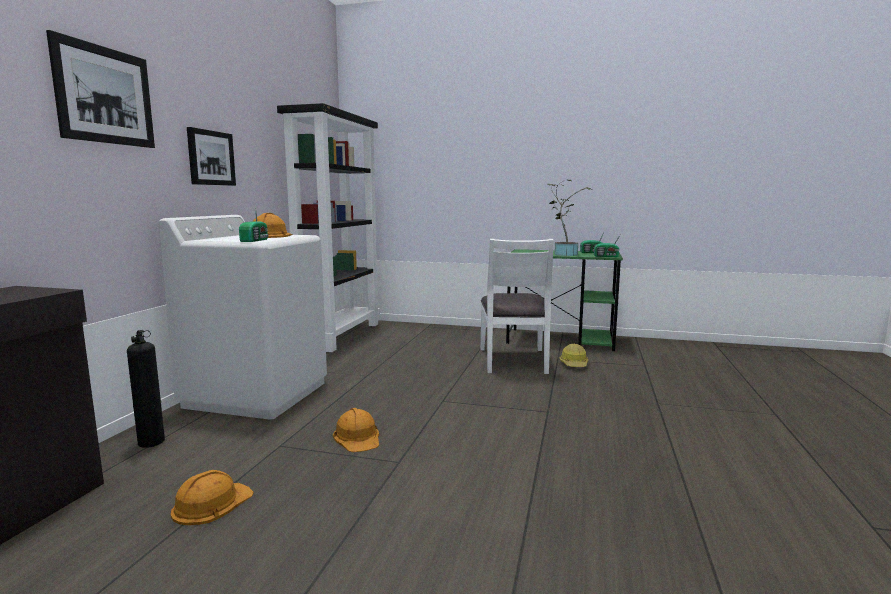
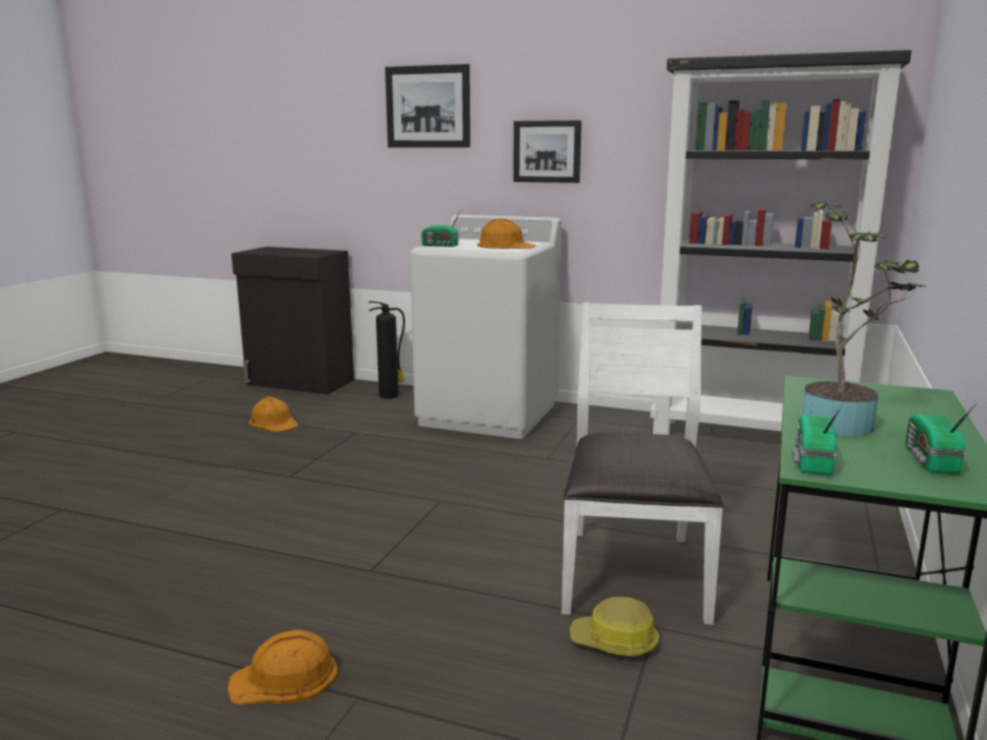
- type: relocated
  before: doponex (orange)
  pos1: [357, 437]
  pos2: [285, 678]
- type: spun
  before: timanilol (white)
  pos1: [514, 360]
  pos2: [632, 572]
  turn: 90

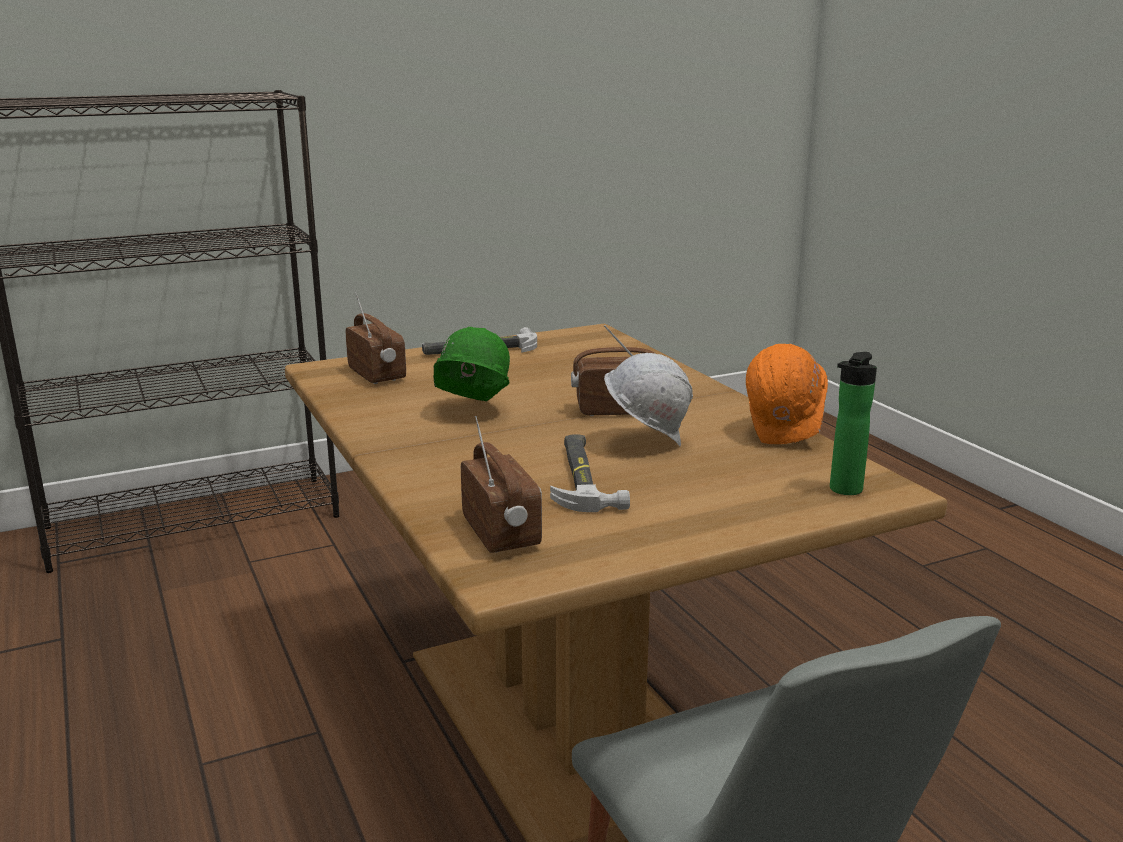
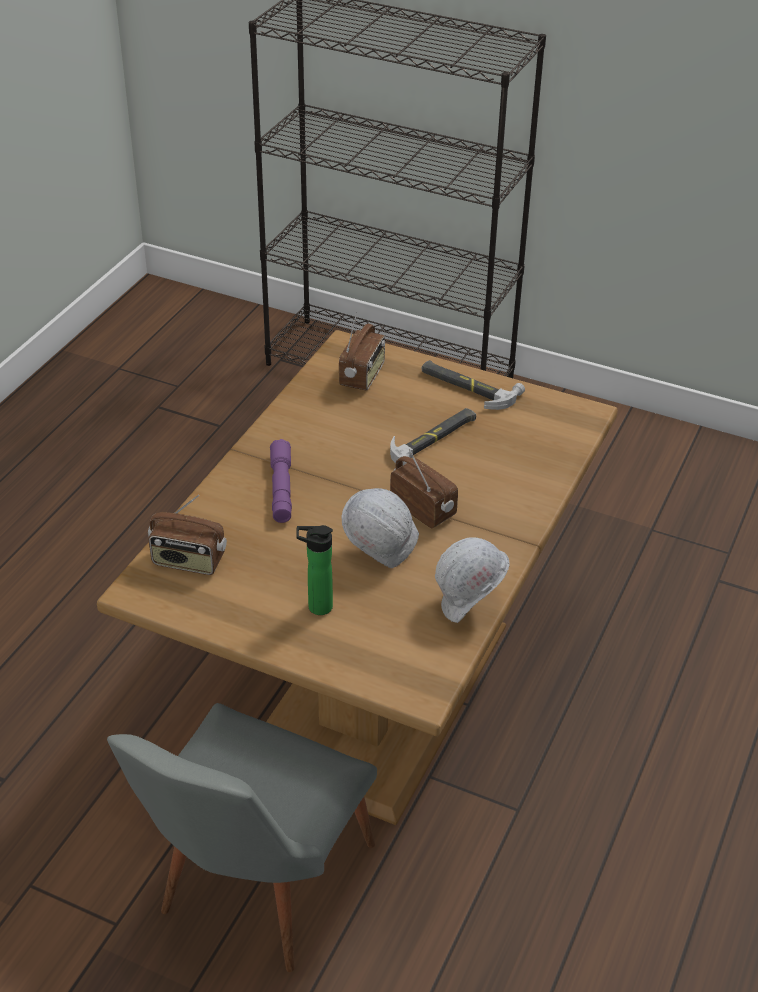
- type: missing
  before: doponex (green)
  pos1: [470, 411]
- type: appeared
  after: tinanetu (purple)
  pos2: [281, 488]
- type: relocated
  before: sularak
  pos1: [584, 478]
  pos2: [435, 441]
- type: relocated
  before: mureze
  pos1: [843, 491]
  pos2: [316, 607]
- type: colour
  before: doponex (orange)
  after: doponex (white)
  pos1: [785, 434]
  pos2: [470, 606]
- type: spun
  before: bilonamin
  pos1: [502, 533]
  pos2: [188, 562]
  turn: 75

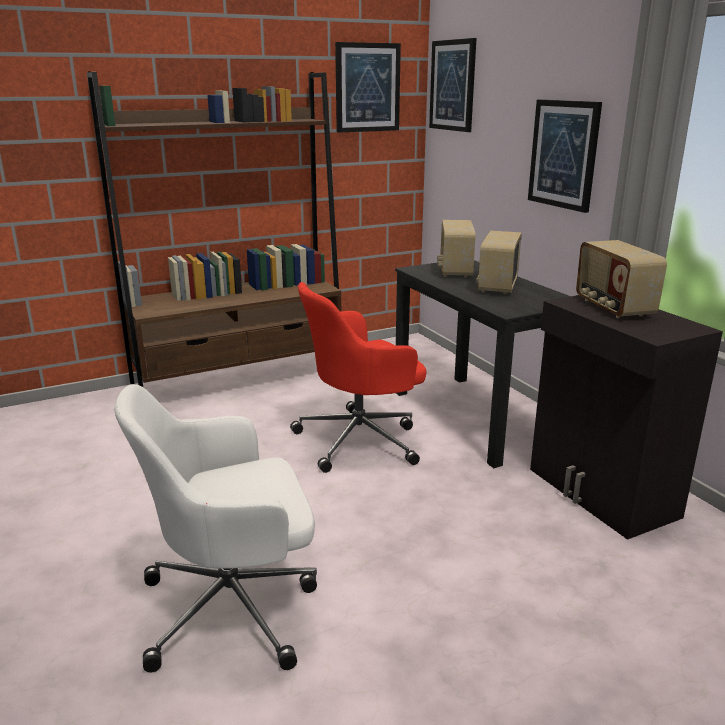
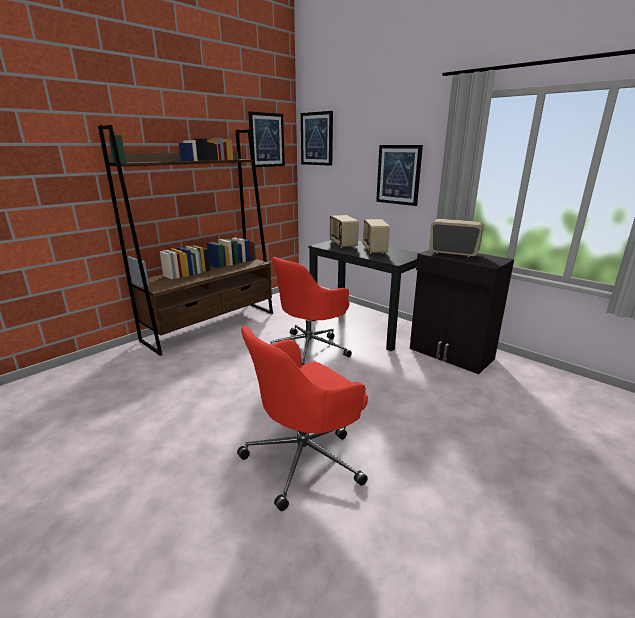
- type: colour
  before: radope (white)
  after: radope (red)
  pos1: [234, 606]
  pos2: [305, 458]
- type: spun
  before: bilonamin
  pos1: [612, 307]
  pos2: [453, 253]
  turn: 150

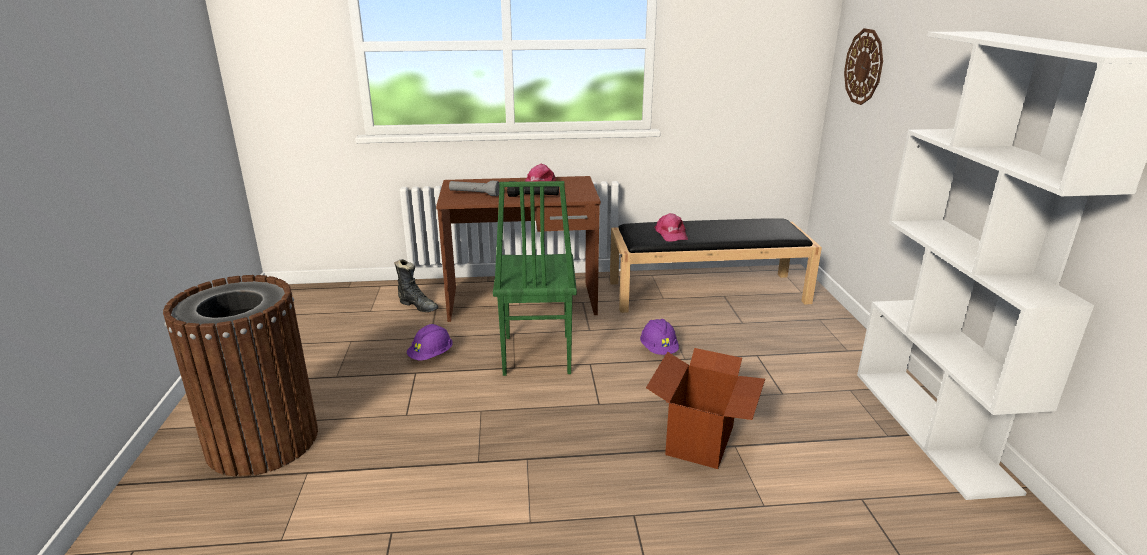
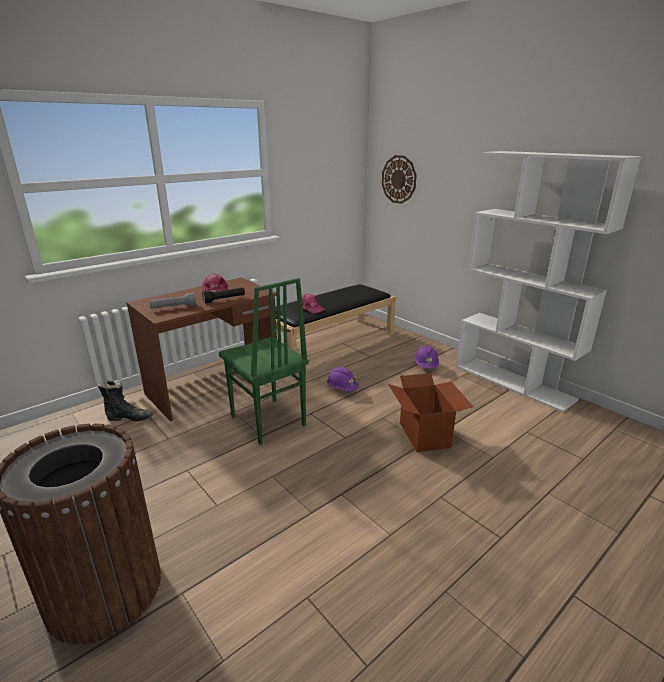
- type: relocated
  before: doponex (purple)
  pos1: [431, 356]
  pos2: [426, 366]

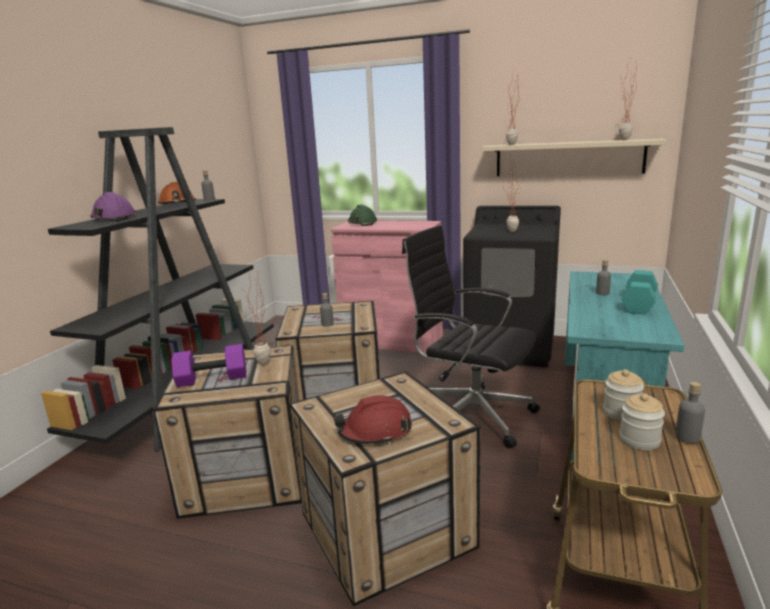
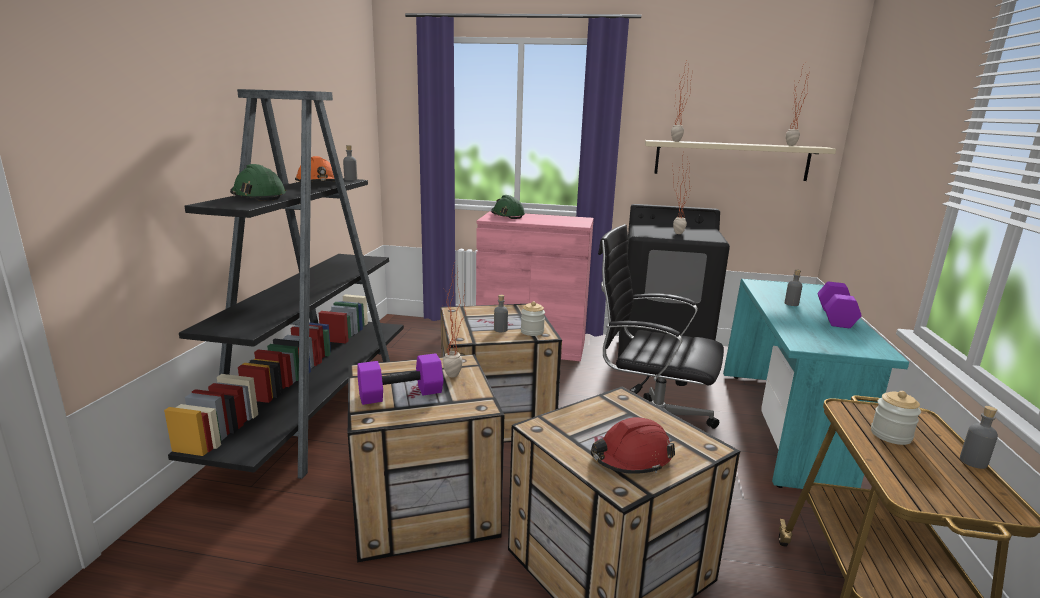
- type: relocated
  before: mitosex
  pos1: [639, 440]
  pos2: [532, 331]
- type: colour
  before: doponex (purple)
  after: doponex (green)
  pos1: [114, 218]
  pos2: [258, 196]
- type: colour
  before: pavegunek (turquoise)
  after: pavegunek (purple)
  pos1: [640, 304]
  pos2: [836, 317]

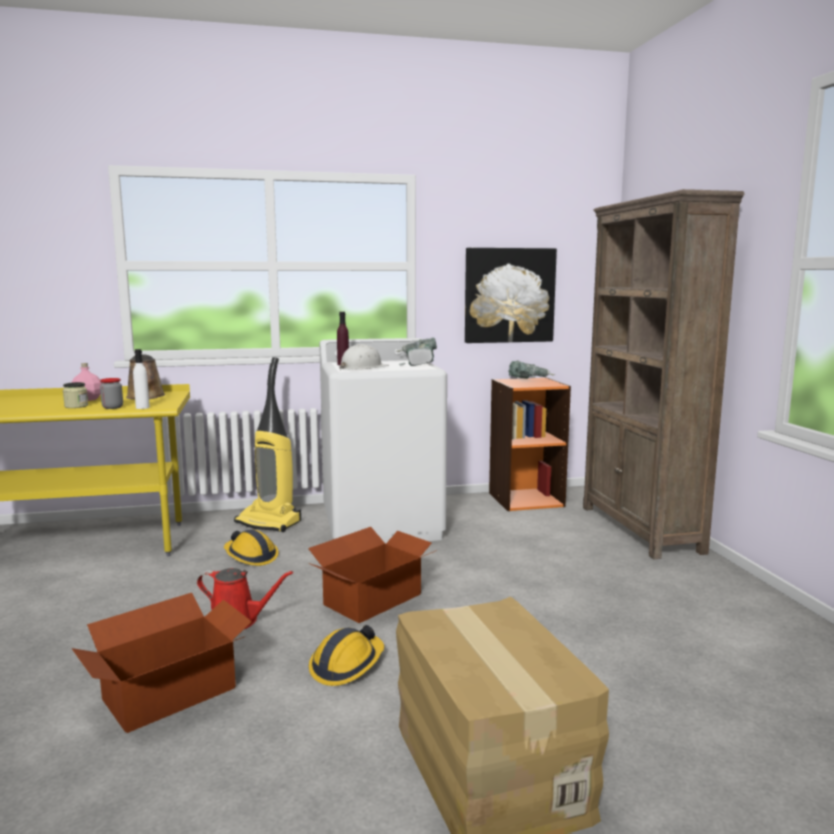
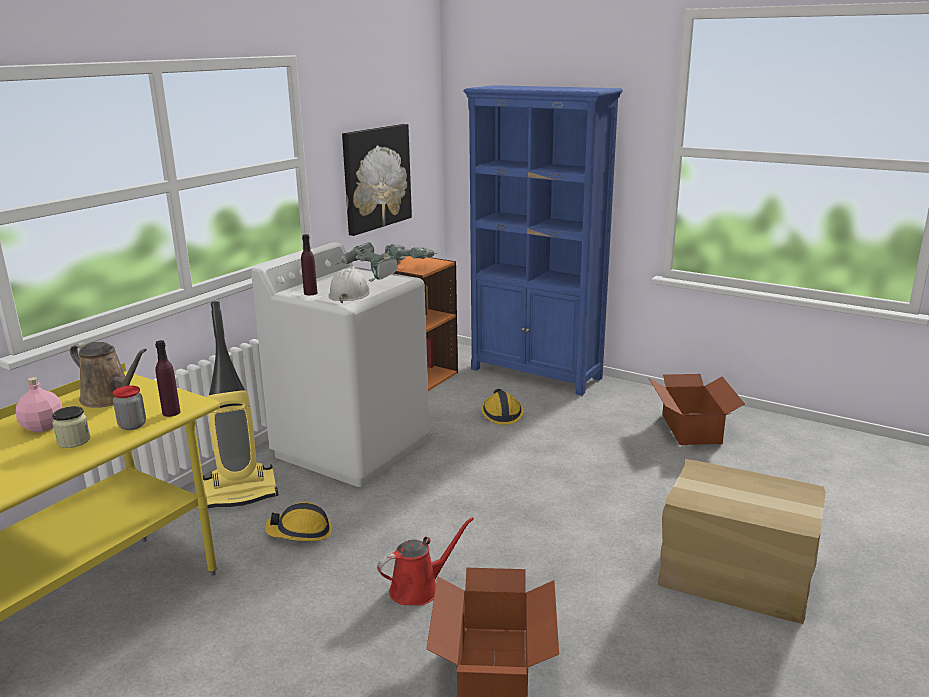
- type: relocated
  before: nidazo
  pos1: [371, 599]
  pos2: [690, 429]
- type: relocated
  before: doponex
  pos1: [347, 665]
  pos2: [501, 414]
- type: colour
  before: mureze (white)
  after: mureze (purple)
  pos1: [142, 407]
  pos2: [171, 412]
- type: colour
  before: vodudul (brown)
  after: vodudul (blue)
  pos1: [640, 529]
  pos2: [536, 373]

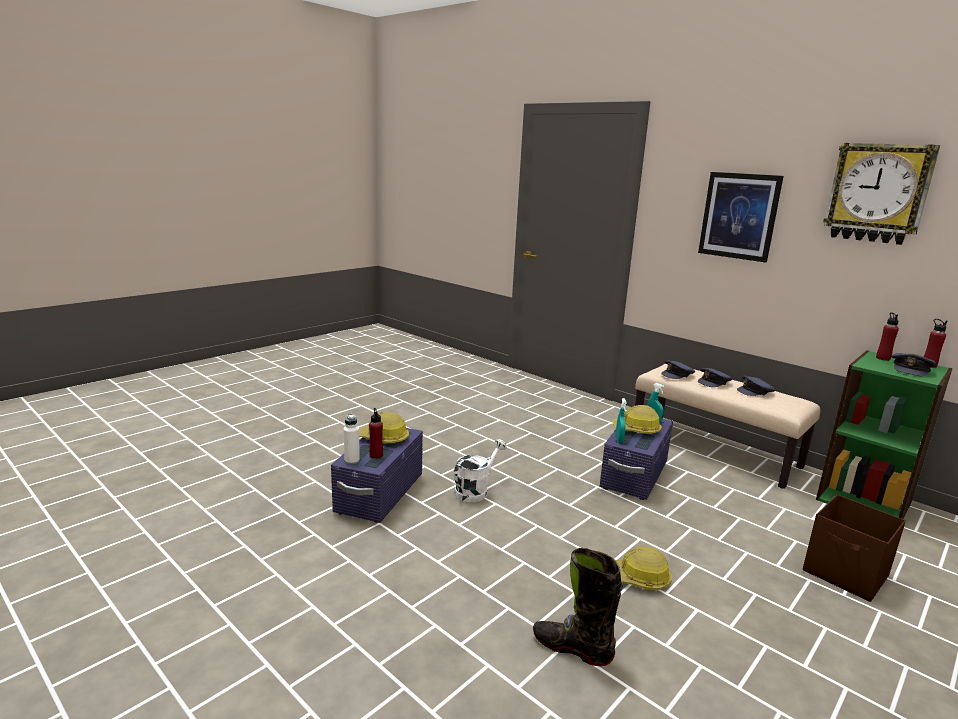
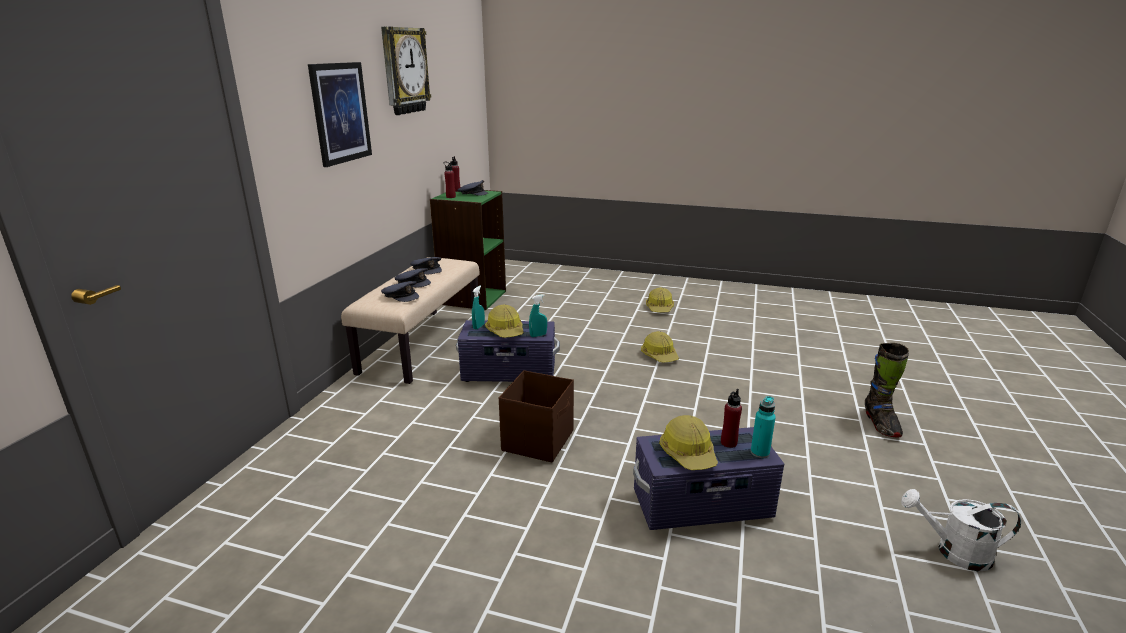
- type: appeared
  after: doponex
  pos2: [660, 308]
- type: relocated
  before: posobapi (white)
  pos1: [475, 490]
  pos2: [954, 552]
- type: relocated
  before: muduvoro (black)
  pos1: [572, 648]
  pos2: [880, 424]
- type: relocated
  before: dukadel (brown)
  pos1: [846, 574]
  pos2: [539, 440]
- type: colour
  before: mureze (white)
  after: mureze (turquoise)
  pos1: [352, 461]
  pos2: [760, 452]

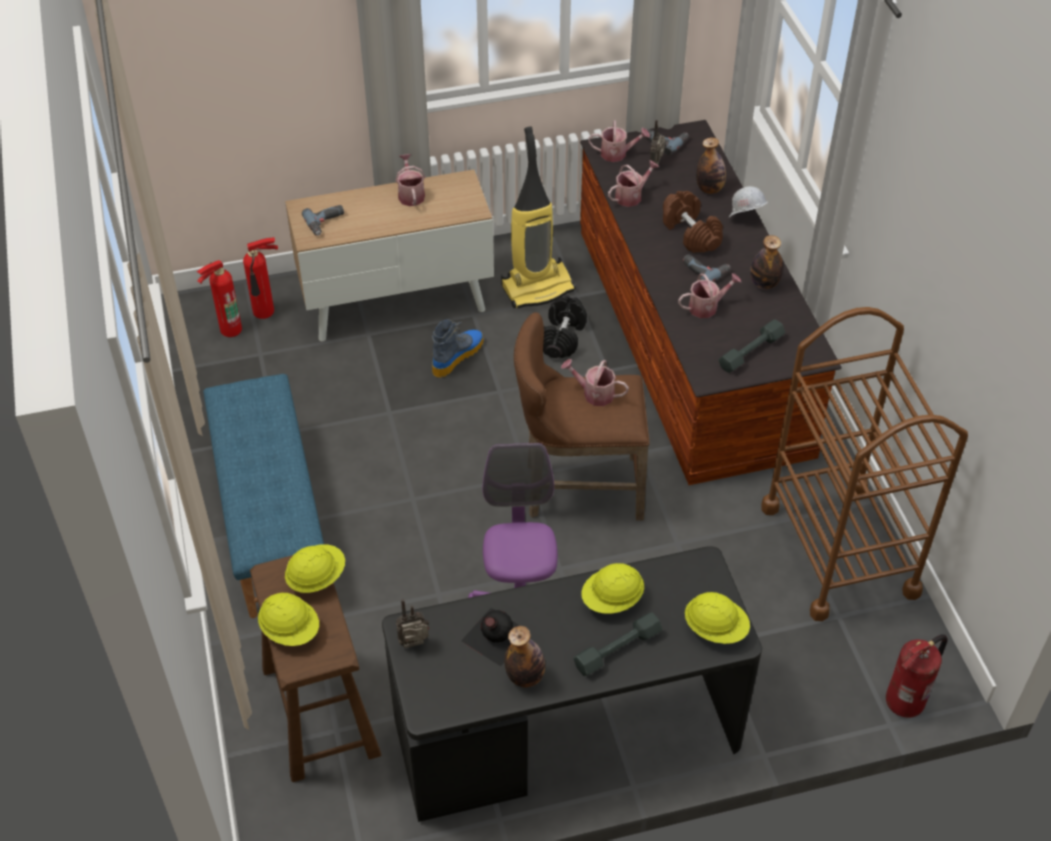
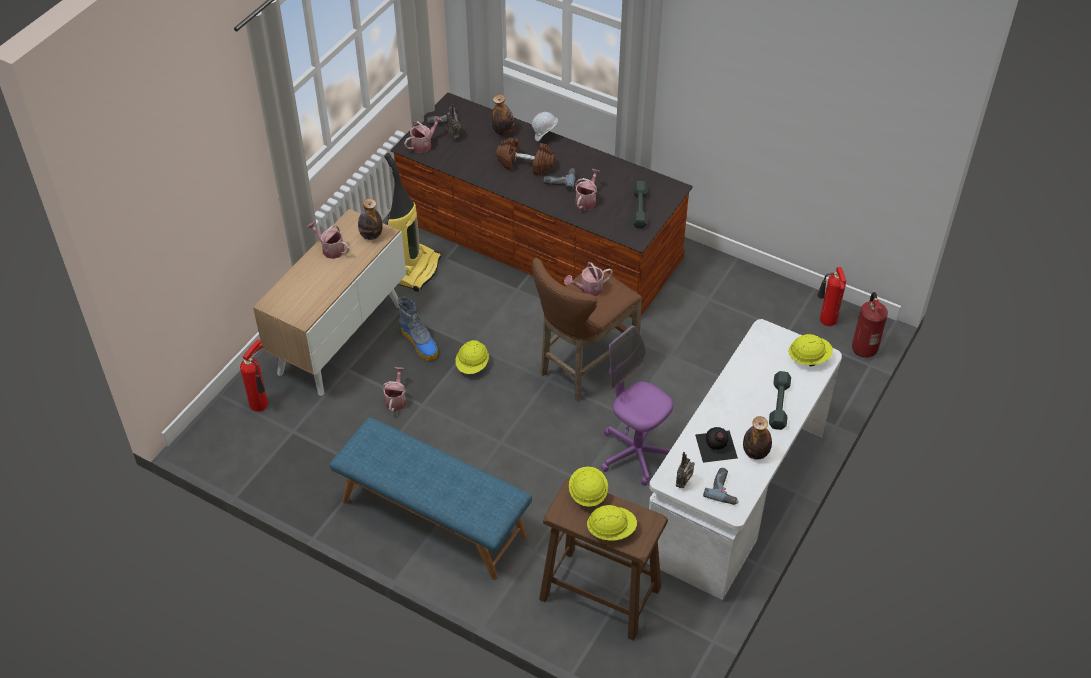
- type: missing
  before: pavegunek (black)
  pos1: [563, 337]
- type: missing
  before: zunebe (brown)
  pos1: [839, 550]
- type: relocated
  before: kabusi
  pos1: [228, 329]
  pos2: [826, 321]
- type: relocated
  before: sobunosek
  pos1: [326, 223]
  pos2: [724, 489]
- type: relocated
  before: doponex (yellow)
  pos1: [612, 600]
  pos2: [472, 365]
- type: relocated
  before: posobapi
  pos1: [631, 196]
  pos2: [396, 399]
- type: relocated
  before: mureze
  pos1: [764, 284]
  pos2: [371, 235]
- type: colour
  before: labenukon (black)
  after: labenukon (white)
  pos1: [567, 734]
  pos2: [736, 495]
- type: spun
  before: muduvoro
  pos1: [457, 356]
  pos2: [420, 343]
  turn: 150

